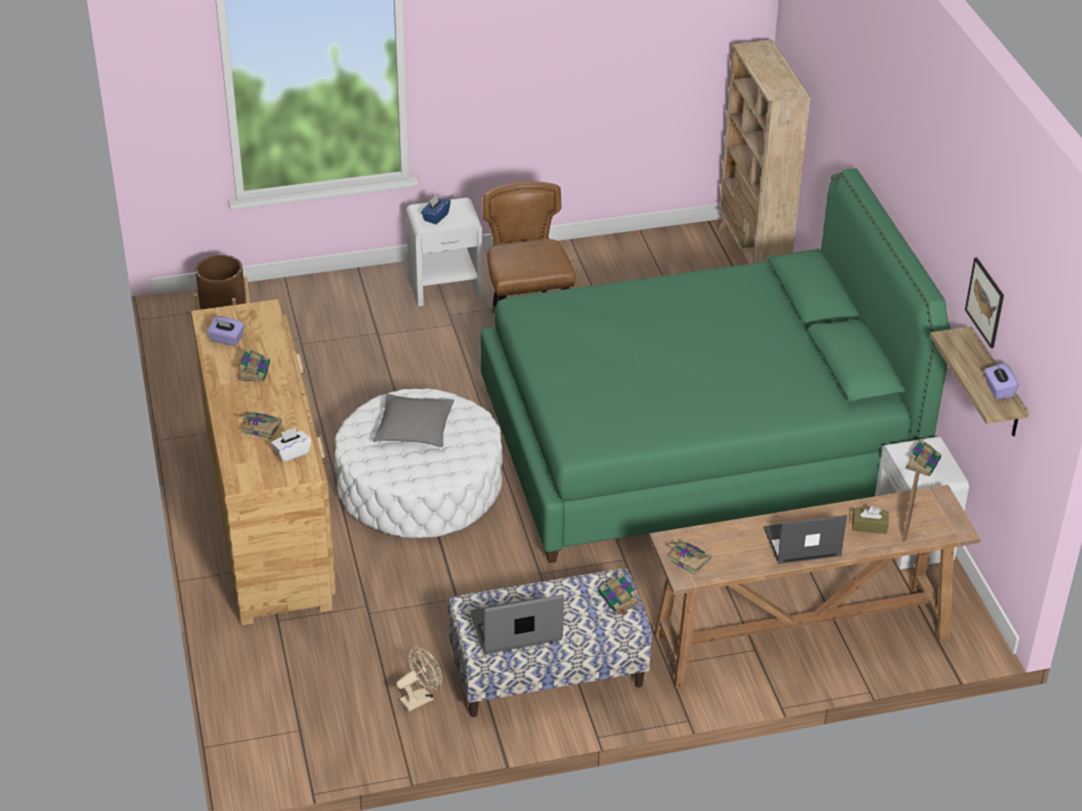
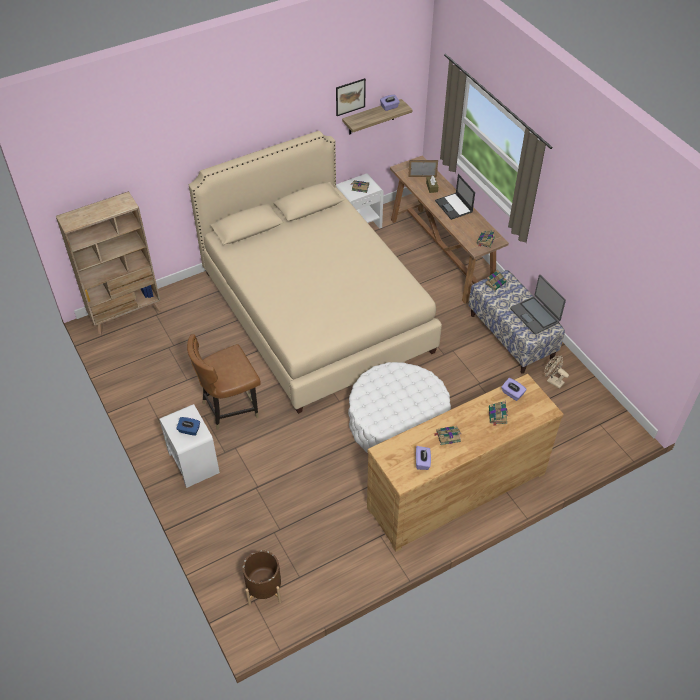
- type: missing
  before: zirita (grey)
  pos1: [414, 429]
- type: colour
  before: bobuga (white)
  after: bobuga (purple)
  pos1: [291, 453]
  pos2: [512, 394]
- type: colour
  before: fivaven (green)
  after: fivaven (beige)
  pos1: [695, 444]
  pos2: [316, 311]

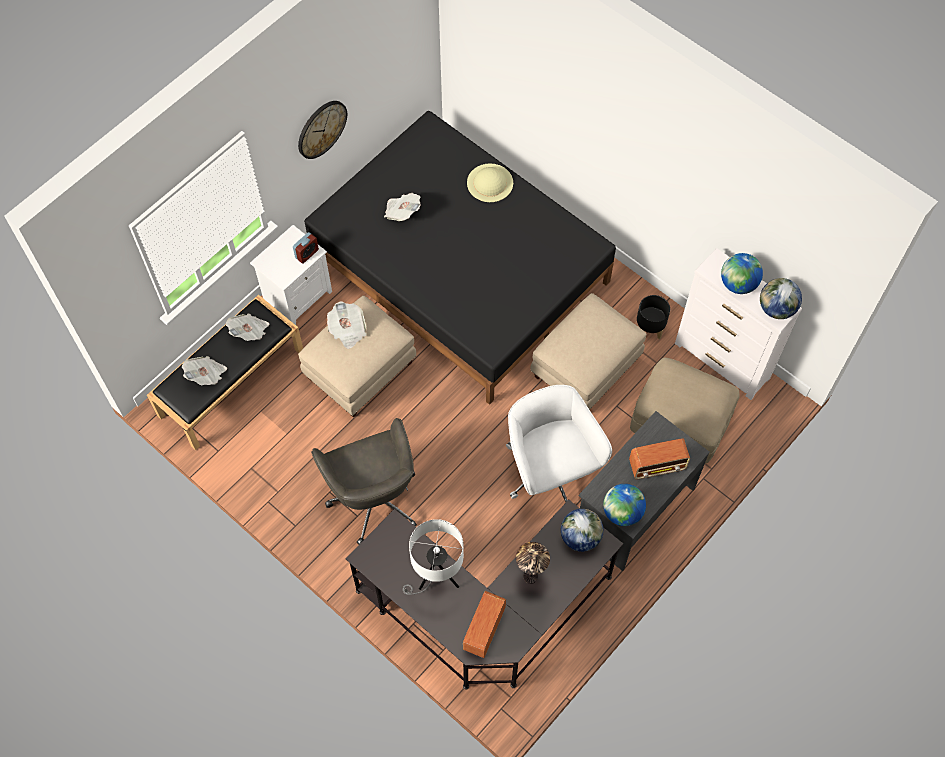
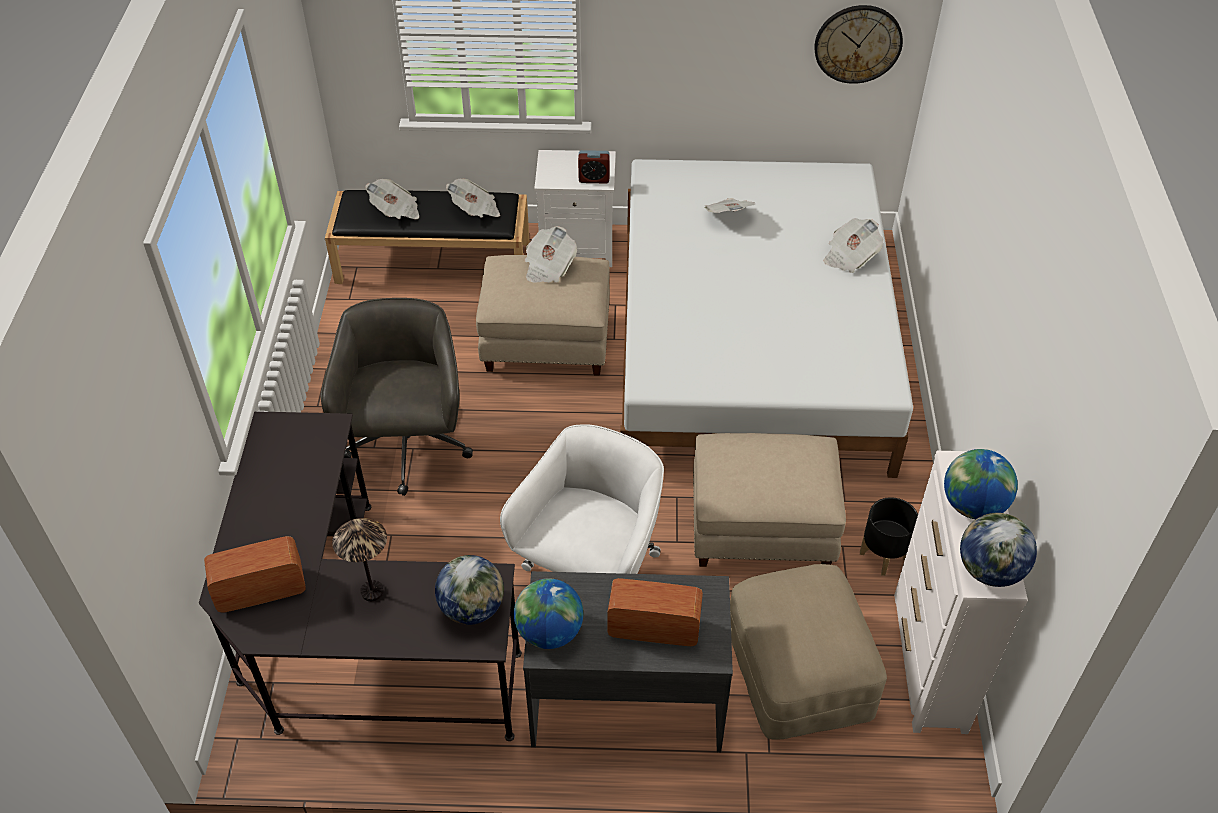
- type: missing
  before: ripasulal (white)
  pos1: [436, 578]
- type: relocated
  before: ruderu
  pos1: [321, 129]
  pos2: [858, 43]
- type: exchanged
  before: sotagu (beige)
  after: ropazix
  pos1: [490, 182]
  pos2: [850, 257]
- type: colour
  before: fivaven (black)
  after: fivaven (white)
  pos1: [459, 270]
  pos2: [751, 343]
- type: spun
  before: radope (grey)
  pos1: [374, 498]
  pos2: [408, 447]
  turn: 150
- type: spun
  before: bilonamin
  pos1: [657, 466]
  pos2: [652, 628]
  turn: 150

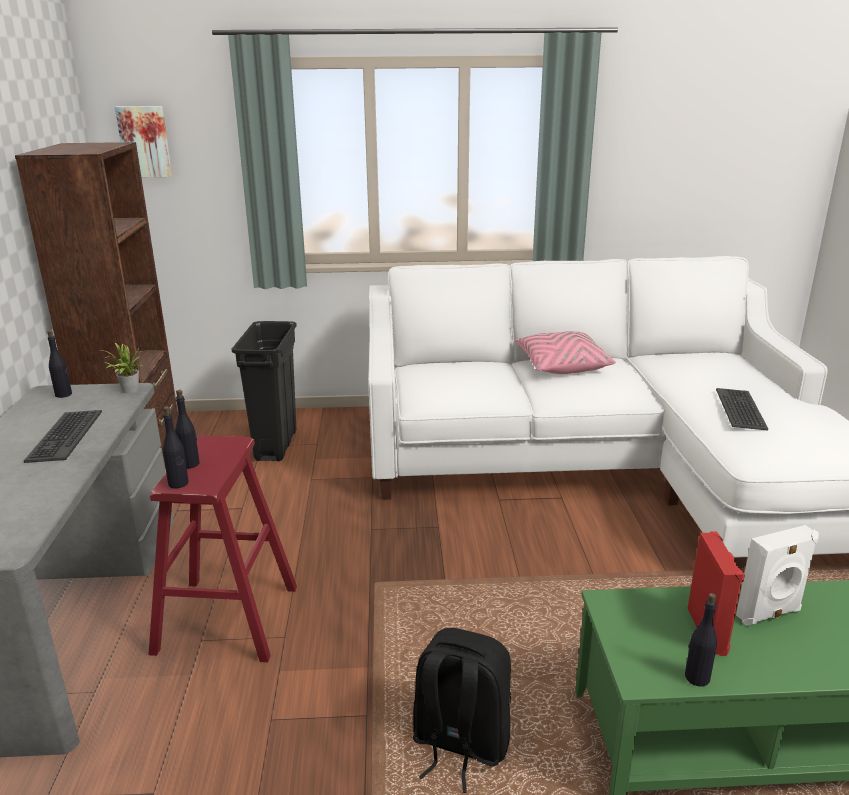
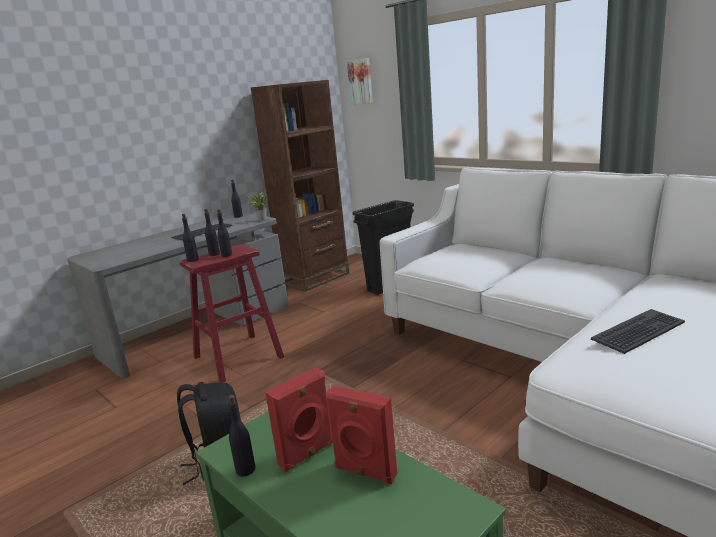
- type: missing
  before: zirita (pink)
  pos1: [561, 365]
- type: appeared
  after: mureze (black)
  pos2: [227, 255]
- type: colour
  before: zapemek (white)
  after: zapemek (red)
  pos1: [769, 614]
  pos2: [364, 472]

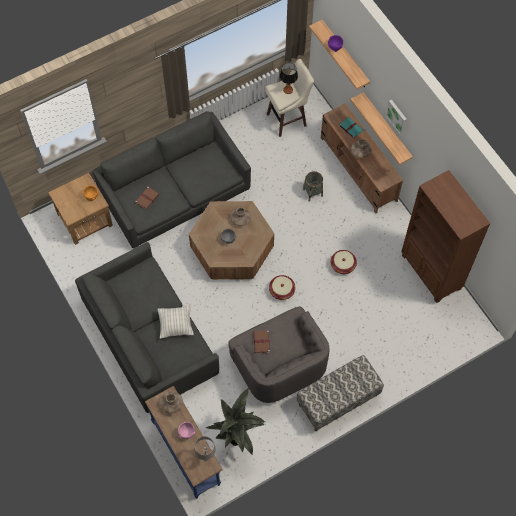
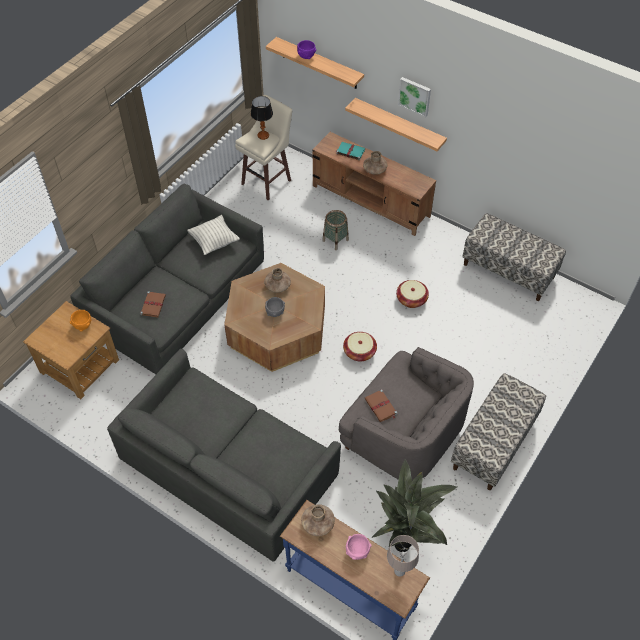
- type: relocated
  before: zirita
  pos1: [176, 325]
  pos2: [214, 242]
- type: exchanged
  before: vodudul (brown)
  after: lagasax
  pos1: [431, 273]
  pos2: [508, 271]

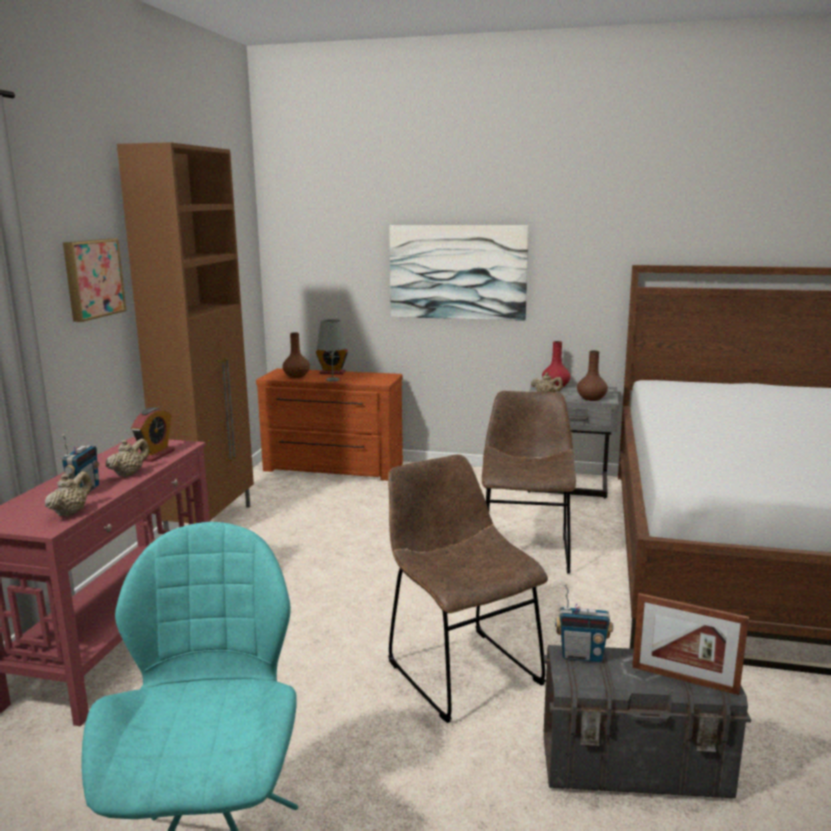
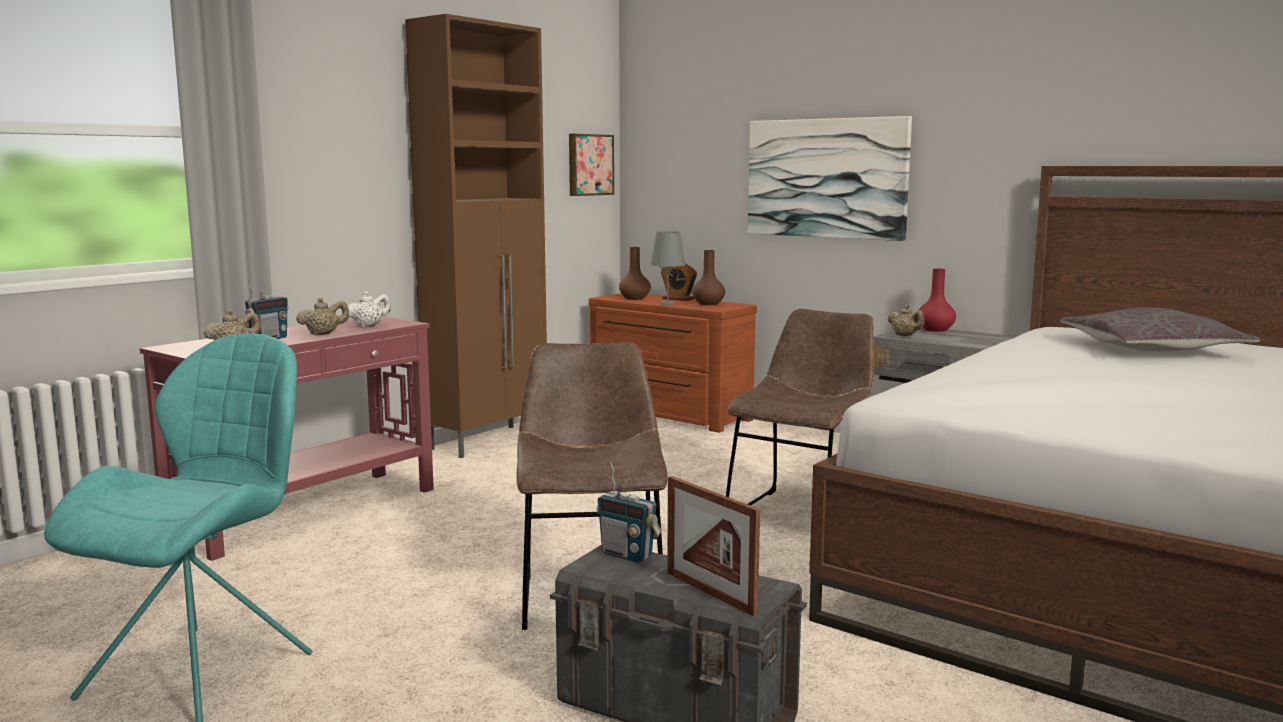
- type: appeared
  after: zirita (grey)
  pos2: [1152, 349]
- type: relocated
  before: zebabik
  pos1: [92, 278]
  pos2: [589, 165]
- type: relocated
  before: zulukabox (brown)
  pos1: [591, 399]
  pos2: [708, 304]
- type: exchanged
  before: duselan
  after: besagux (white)
  pos1: [155, 455]
  pos2: [368, 326]

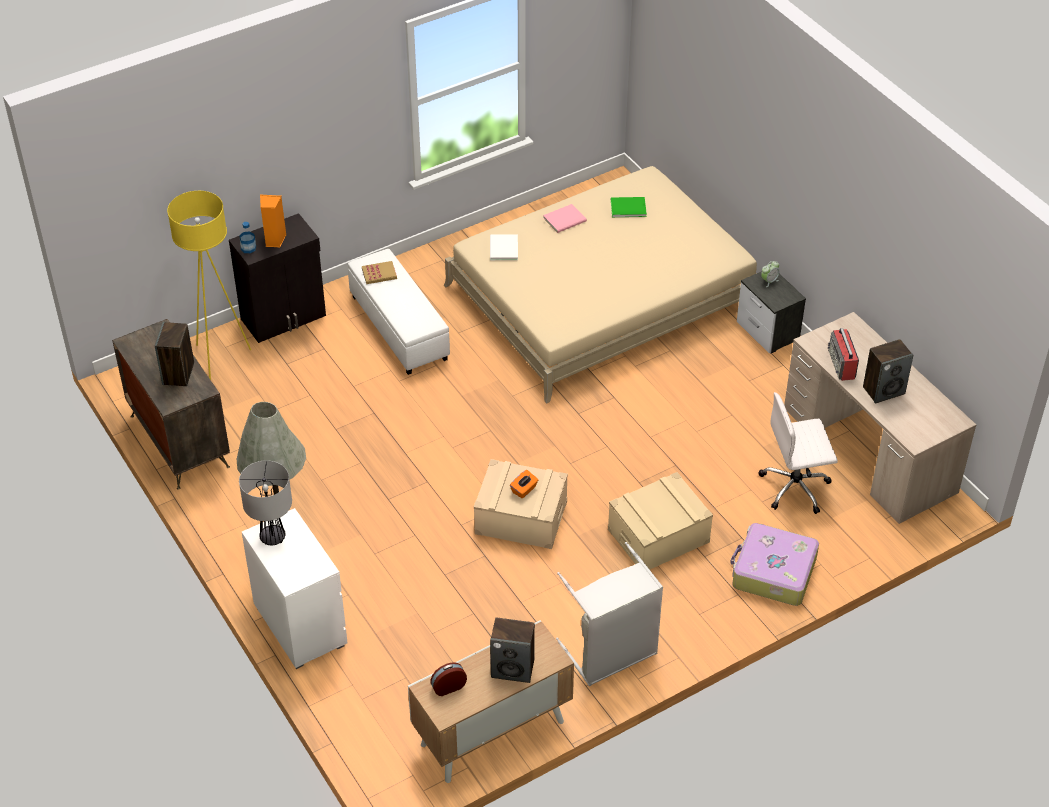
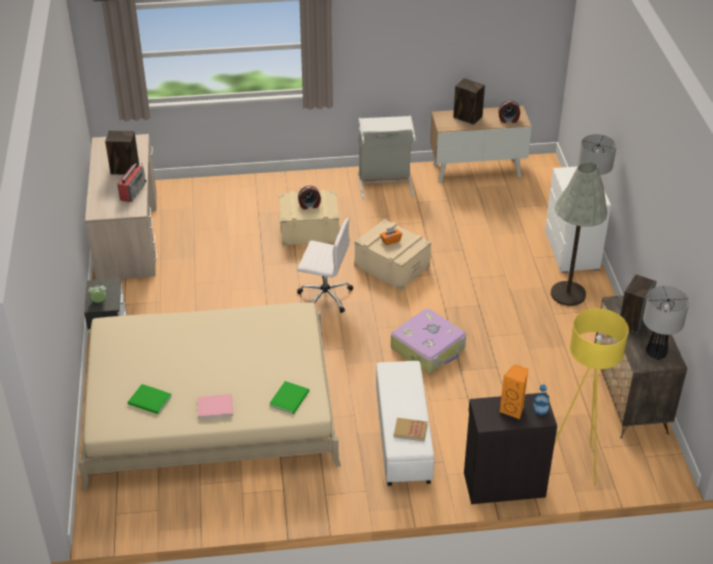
- type: appeared
  after: duselan
  pos2: [309, 205]
- type: appeared
  after: ripasulal
  pos2: [656, 353]
- type: relocated
  before: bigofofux
  pos1: [773, 572]
  pos2: [428, 348]
- type: relocated
  before: radope (white)
  pos1: [796, 487]
  pos2: [324, 296]
- type: colour
  before: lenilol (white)
  after: lenilol (green)
  pos1: [503, 249]
  pos2: [290, 398]

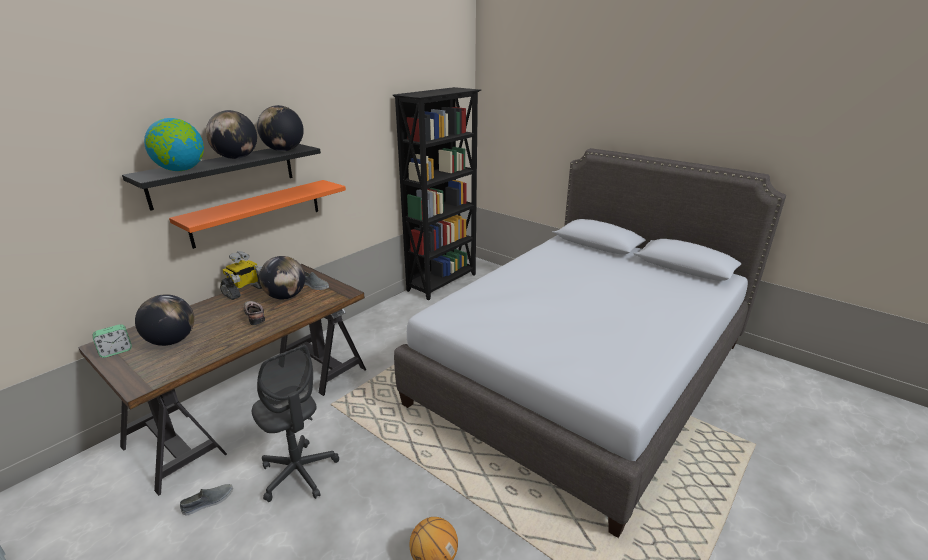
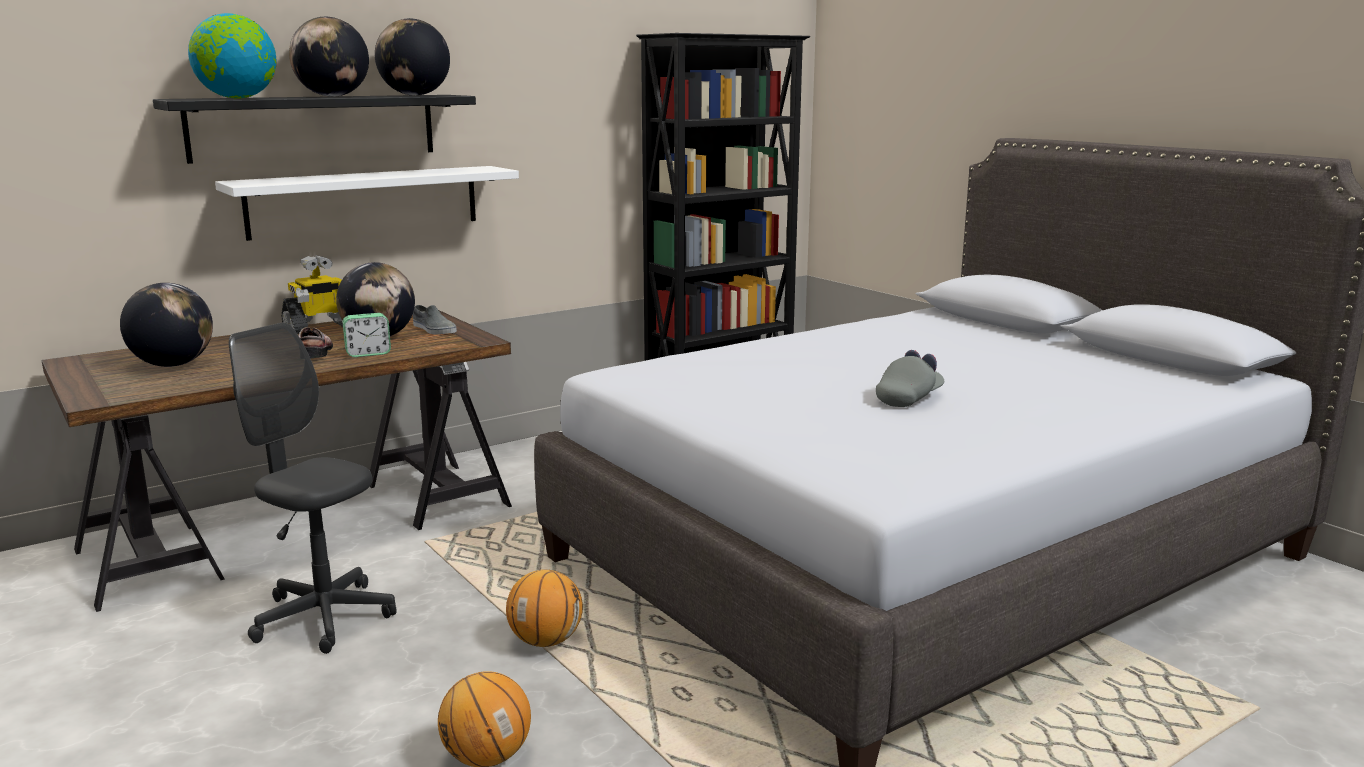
- type: missing
  before: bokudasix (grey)
  pos1: [208, 501]
- type: appeared
  after: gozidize
  pos2: [546, 641]
- type: appeared
  after: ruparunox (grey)
  pos2: [909, 399]
- type: relocated
  before: duselan
  pos1: [116, 351]
  pos2: [368, 353]
- type: colour
  before: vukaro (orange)
  after: vukaro (white)
  pos1: [257, 212]
  pos2: [365, 201]
- type: spun
  before: radope (grey)
  pos1: [299, 473]
  pos2: [323, 618]
  turn: 150

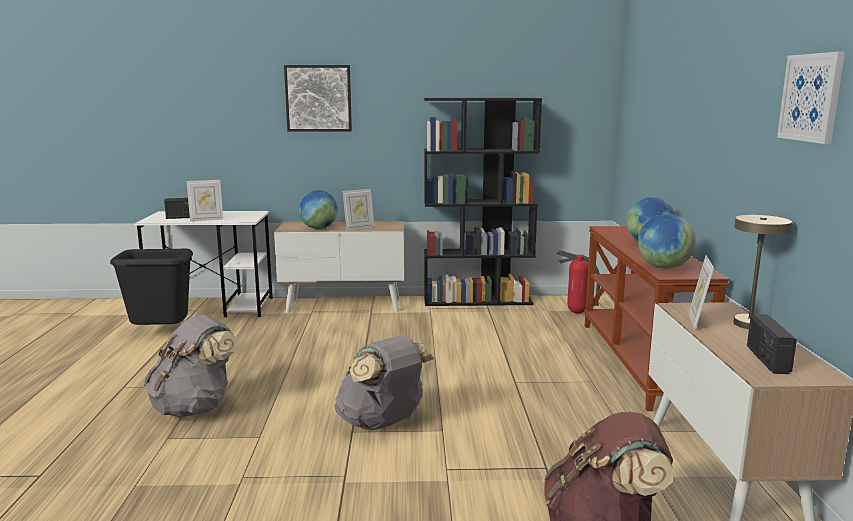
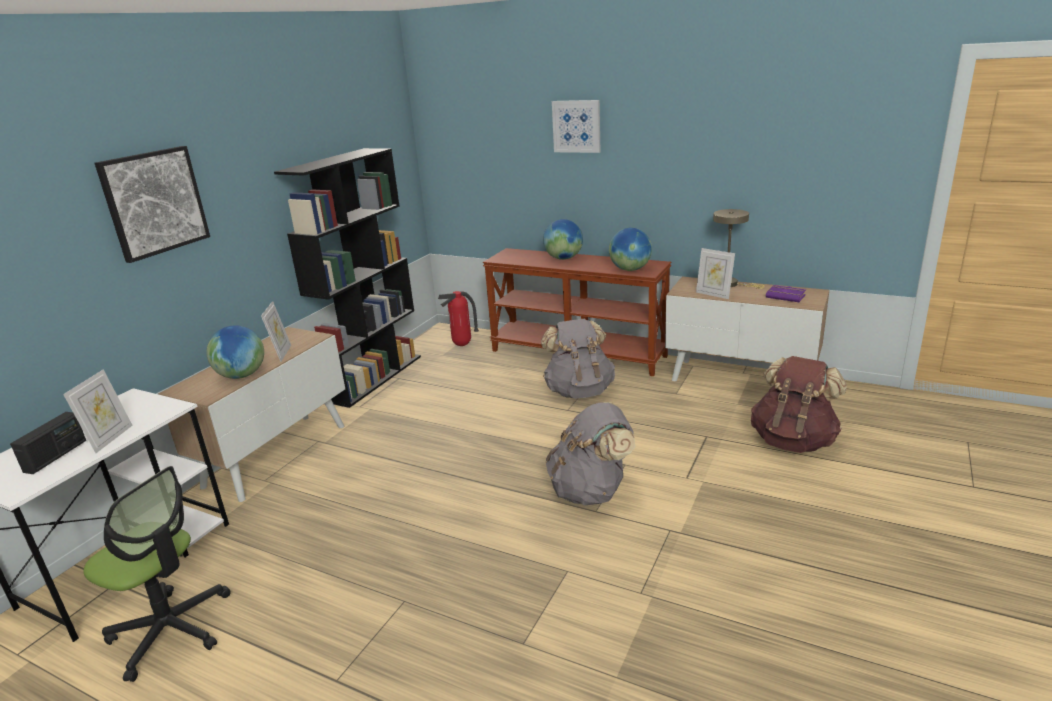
- type: relocated
  before: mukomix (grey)
  pos1: [195, 408]
  pos2: [579, 391]
- type: relocated
  before: zebabik
  pos1: [811, 97]
  pos2: [576, 126]
- type: exchanged
  before: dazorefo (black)
  after: radope
  pos1: [160, 334]
  pos2: [171, 630]
- type: exchanged
  before: bilonamin
  after: lenilol (purple)
  pos1: [767, 360]
  pos2: [786, 296]

